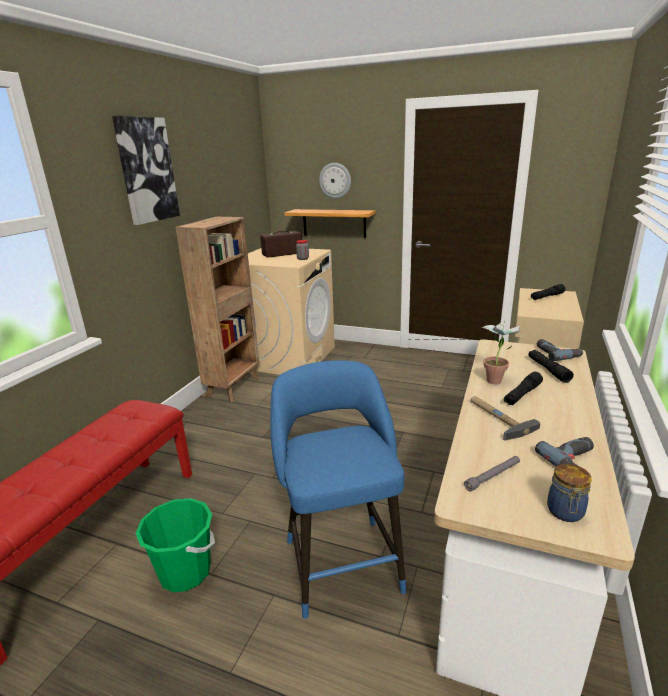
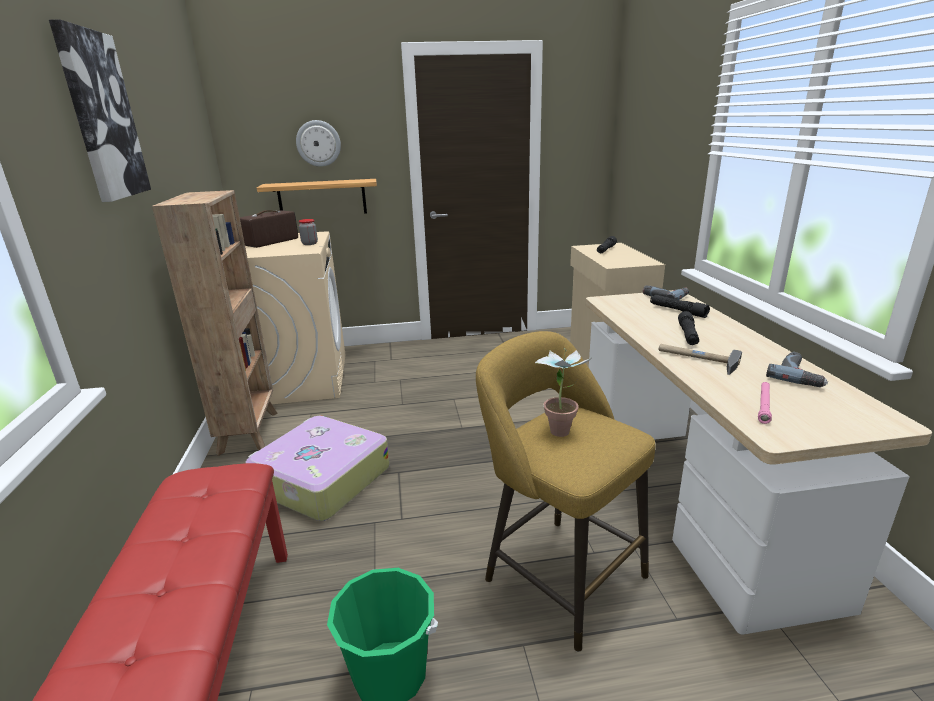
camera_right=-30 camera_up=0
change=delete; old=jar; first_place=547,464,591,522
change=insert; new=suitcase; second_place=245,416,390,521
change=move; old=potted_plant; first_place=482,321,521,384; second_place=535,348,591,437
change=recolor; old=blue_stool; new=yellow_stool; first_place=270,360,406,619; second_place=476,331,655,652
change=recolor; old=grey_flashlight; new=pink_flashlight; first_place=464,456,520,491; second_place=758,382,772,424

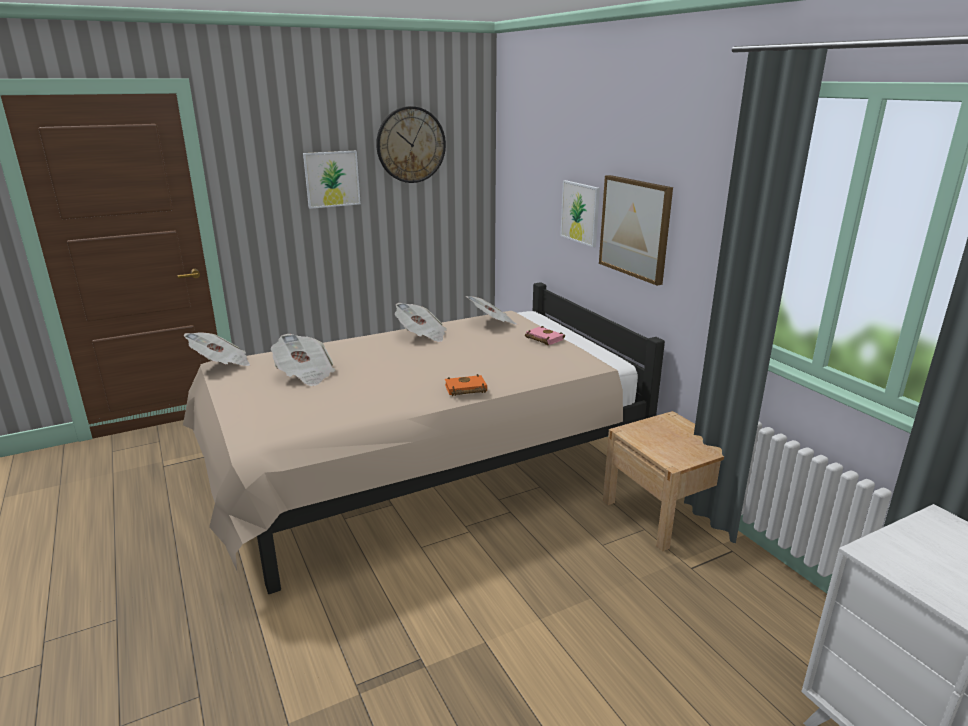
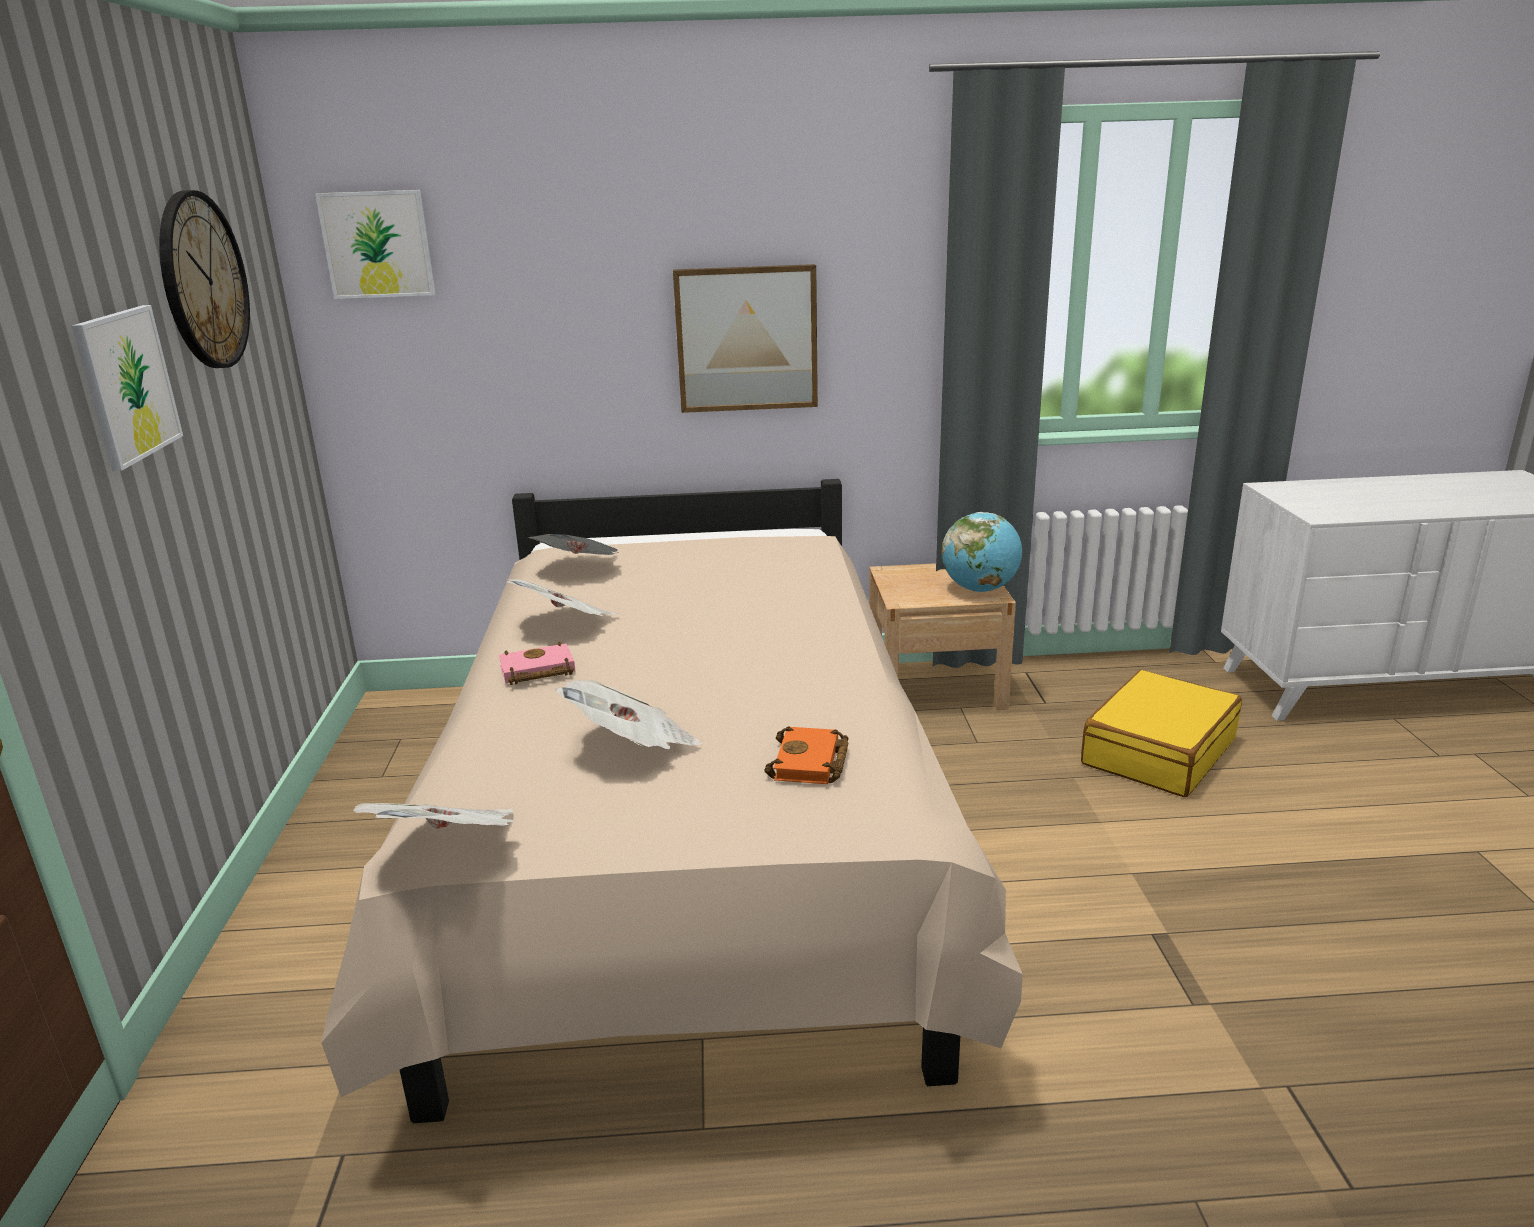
camera_right=-65 camera_up=0
change=insert; new=globe; second_place=941,512,1022,592
change=insert; new=yellow_suitcase; second_place=1081,670,1242,797
change=move; old=orange_book; first_place=445,374,487,396; second_place=764,726,849,784
change=move; old=pink_book; first_place=525,326,565,345; second_place=499,642,575,685
change=move; old=picture; first_place=560,180,600,247; second_place=315,190,435,299

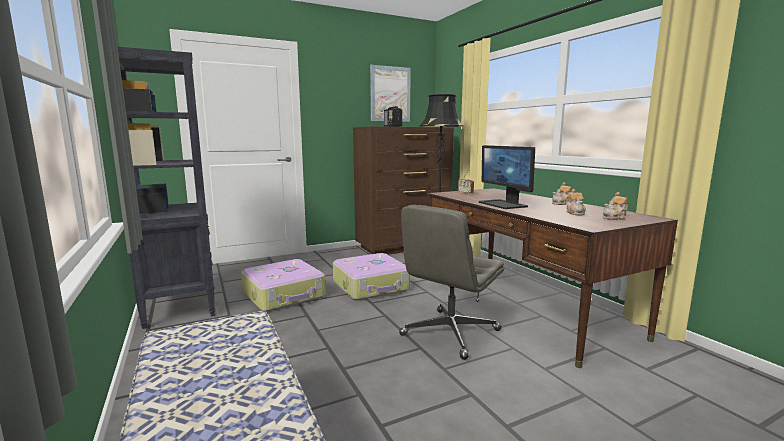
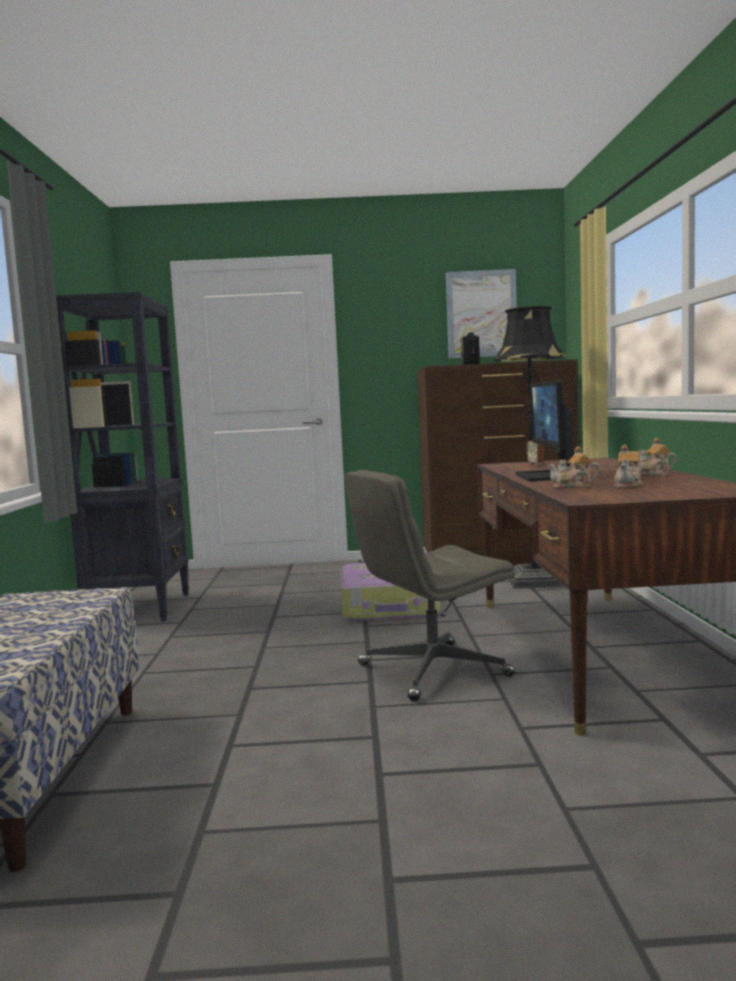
camera_right=25 camera_up=-5
change=delete; old=suitcase; first_place=241,259,326,311
change=move; old=teapot; first_place=602,192,629,220; second_place=547,446,600,488

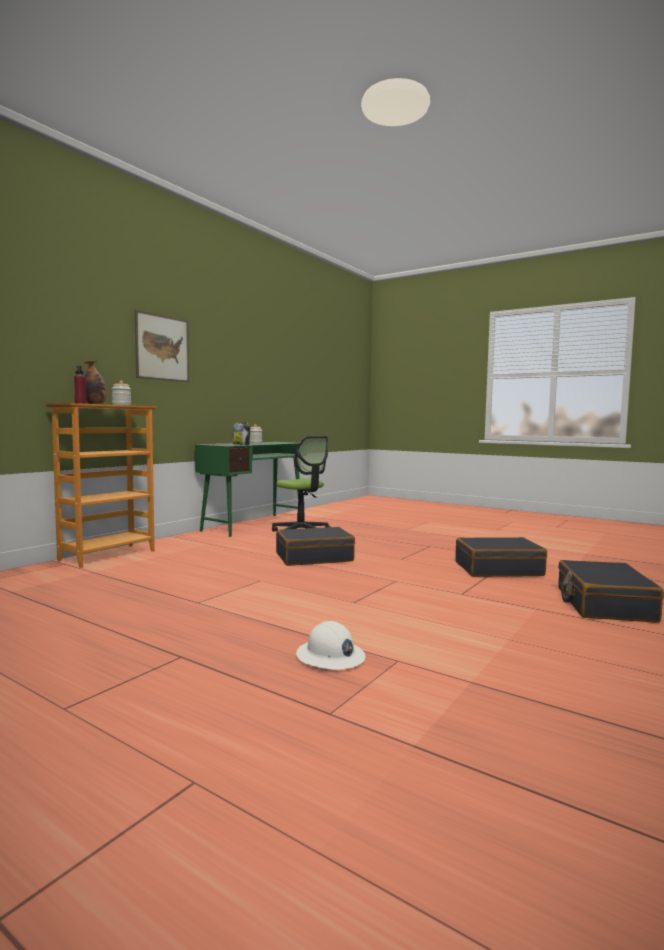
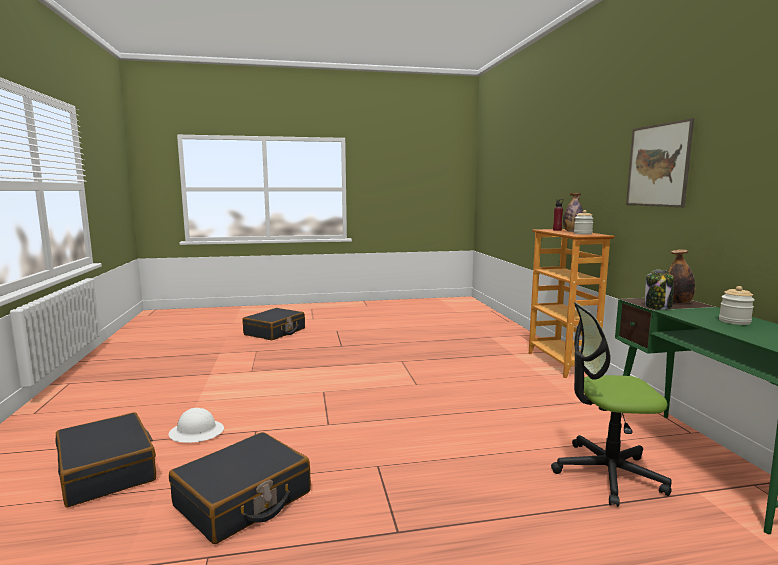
camera_right=135 camera_up=5
change=insert; new=bottle; second_place=668,249,695,304
change=move; old=black_suitcase; first_place=276,527,355,566; second_place=242,308,305,340
change=move; old=white_hard_hat; first_place=296,621,366,670; second_place=169,408,224,443

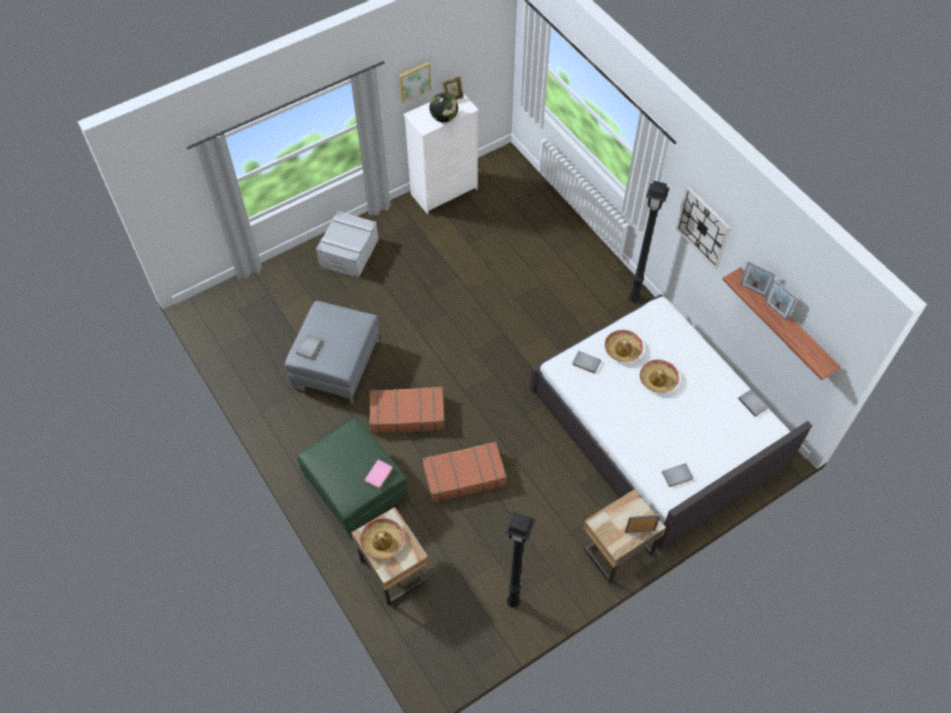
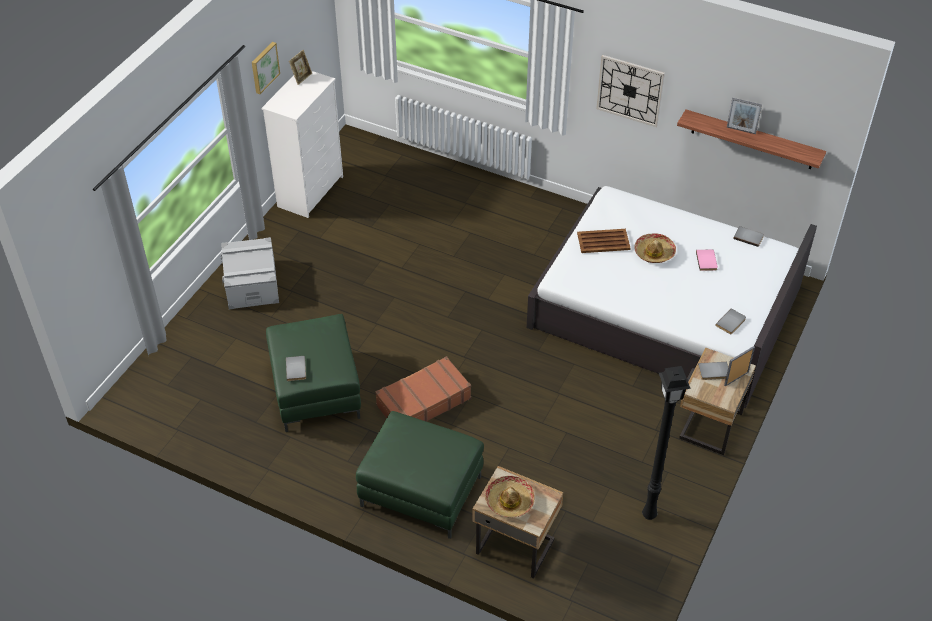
camera_right=-30 camera_up=-10
change=delete; old=brown_suitcase; first_place=422,441,507,503
change=delete; old=globe; first_place=429,93,458,123
change=delete; old=black_floor_lamp; first_place=629,181,669,303
change=delete; old=picture_frame; first_place=740,262,775,297
change=move; old=pink_book; first_place=364,460,393,489; second_place=696,250,718,271
change=move; old=grey_book; first_place=572,351,601,373; second_place=698,362,728,380
change=replace; old=hat; new=brown_tray; first_place=605,330,643,362; second_place=577,229,631,253
change=recolor; old=grey_ottoman; new=green_ottoman; first_place=285,301,380,405; second_place=266,314,361,432

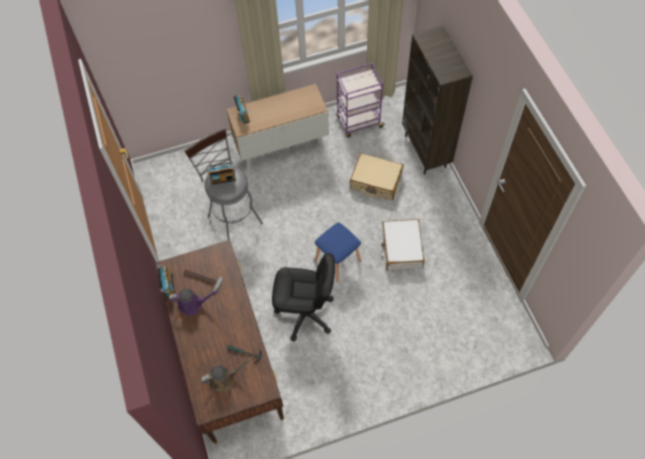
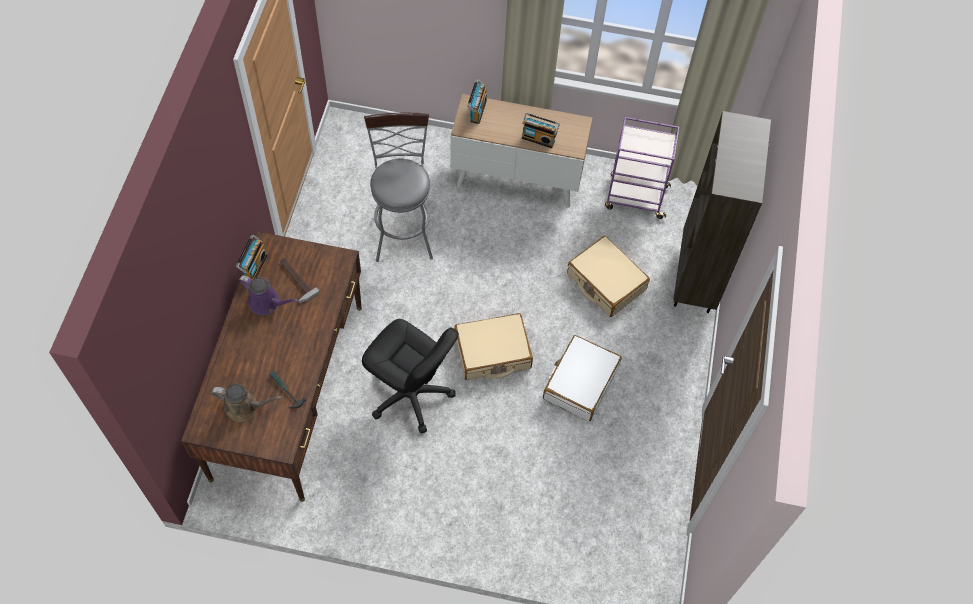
camera_right=25 camera_up=0
change=move; old=radio; first_place=207,162,236,184; second_place=522,113,560,148
change=replace; old=blue_stool; new=beige_suitcase; first_place=315,222,361,282; second_place=454,313,533,380

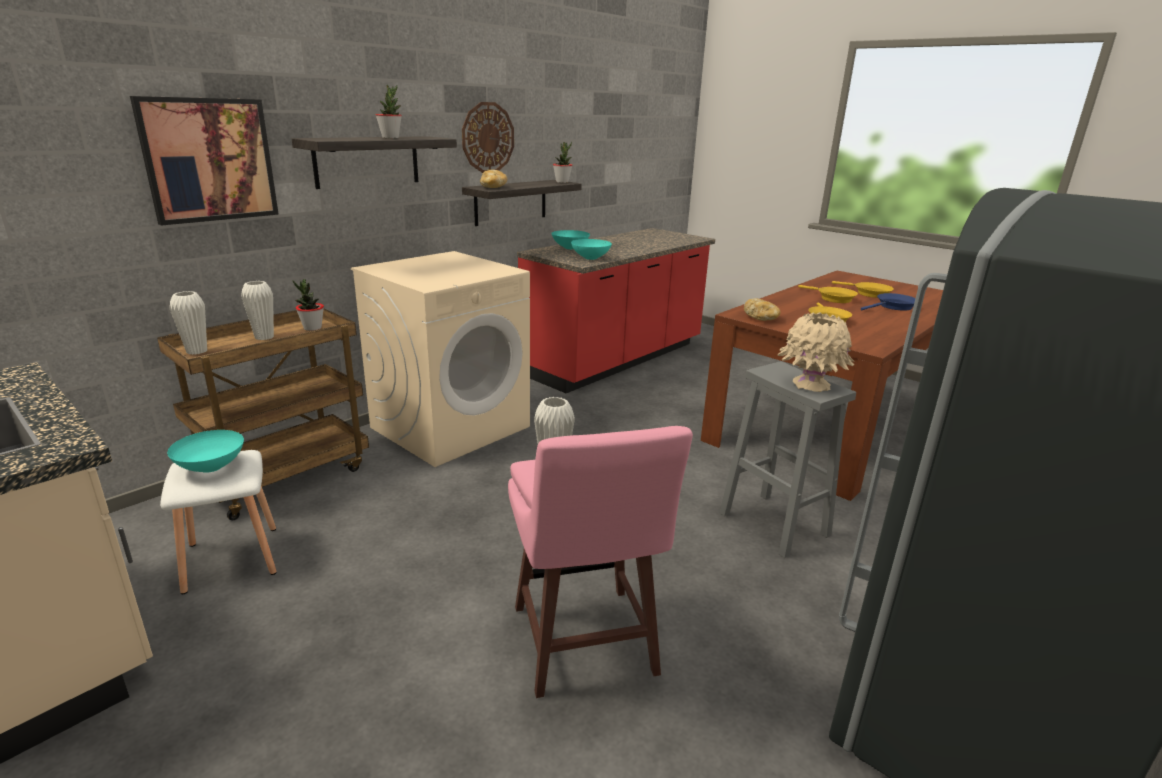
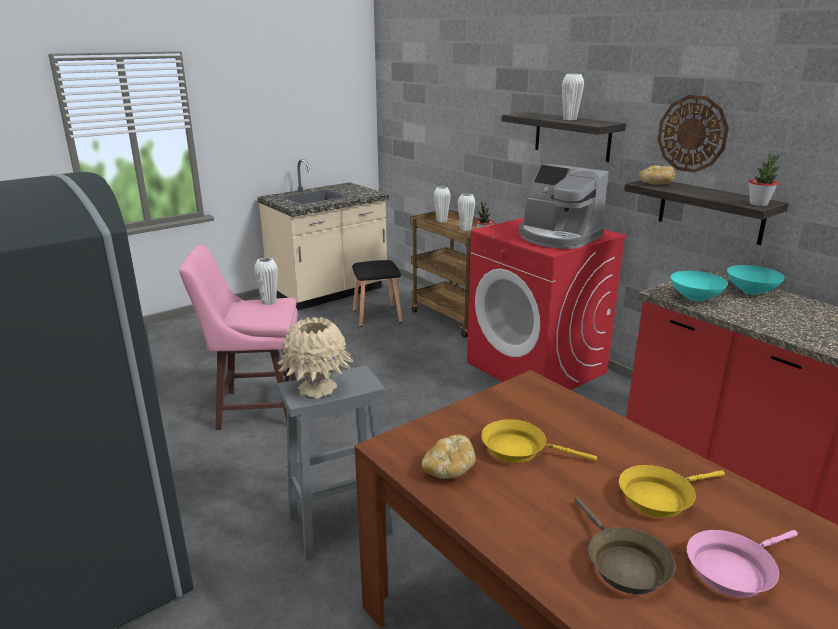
camera_right=100 camera_up=0
change=delete; old=picture; first_place=130,96,279,226
change=delete; old=turquoise_bowl; first_place=167,430,244,473
change=insert; new=coffee_machine; second_place=519,164,608,249
change=move; old=bread; first_place=744,299,781,321; second_place=422,434,476,479
change=replace; old=potted_plant; new=white_vase; first_place=376,85,402,138; second_place=562,74,584,120
change=recolor; old=white_stool; new=black_stool; first_place=160,450,277,594; second_place=352,260,402,327
change=recolor; old=beige_washing_machine; new=red_washing_machine; first_place=351,251,530,467; second_place=467,218,627,390
change=recolor; old=yellow_frying_pan; new=pink_frying_pan; first_place=832,281,894,298; second_place=687,530,798,598
change=recolor; old=blue_frying_pan; new=brown_frying_pan; first_place=861,293,916,311; second_place=574,497,675,594

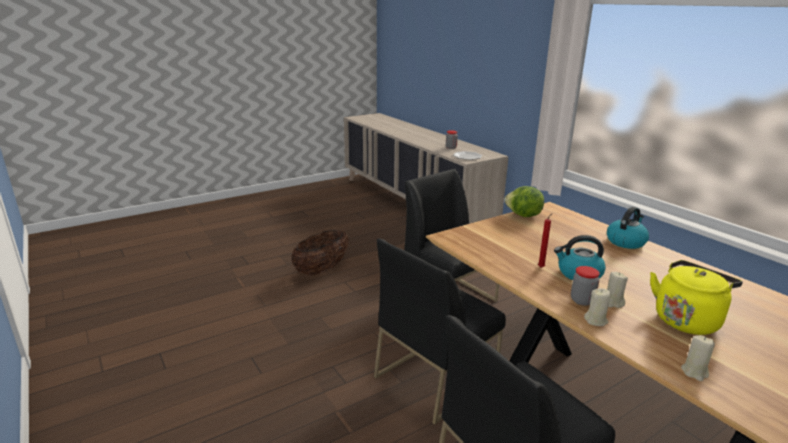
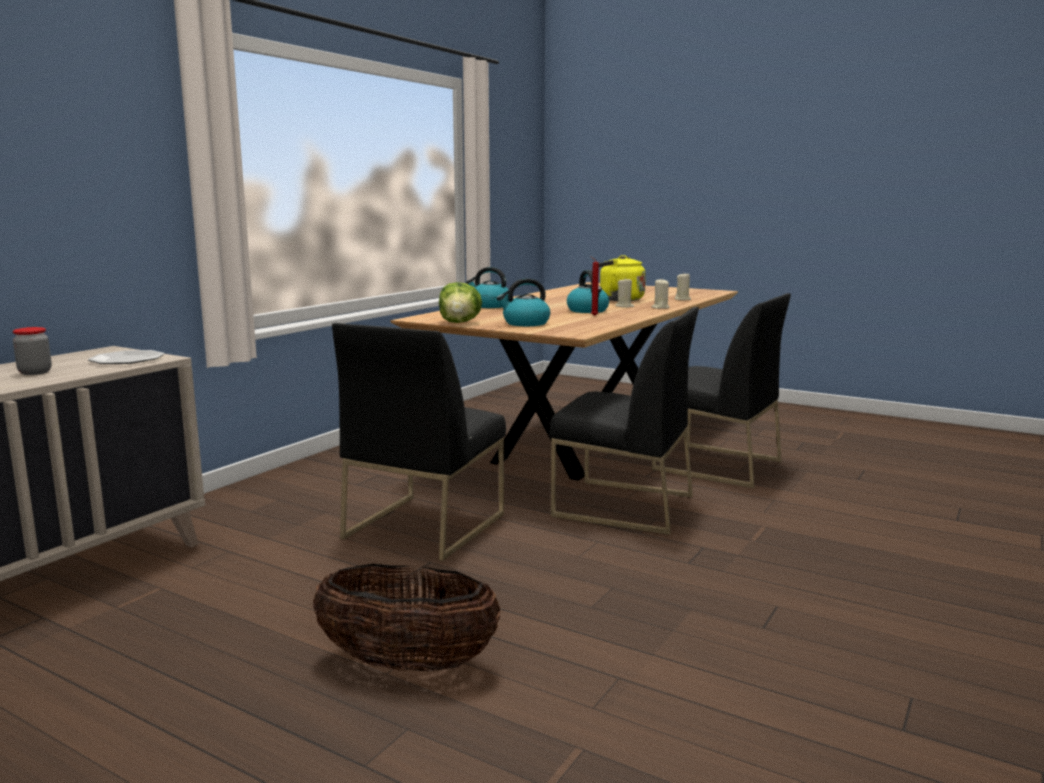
camera_right=-115 camera_up=-10
change=delete; old=jar; first_place=571,266,600,306
change=insert; new=kettle; second_place=497,278,550,326

